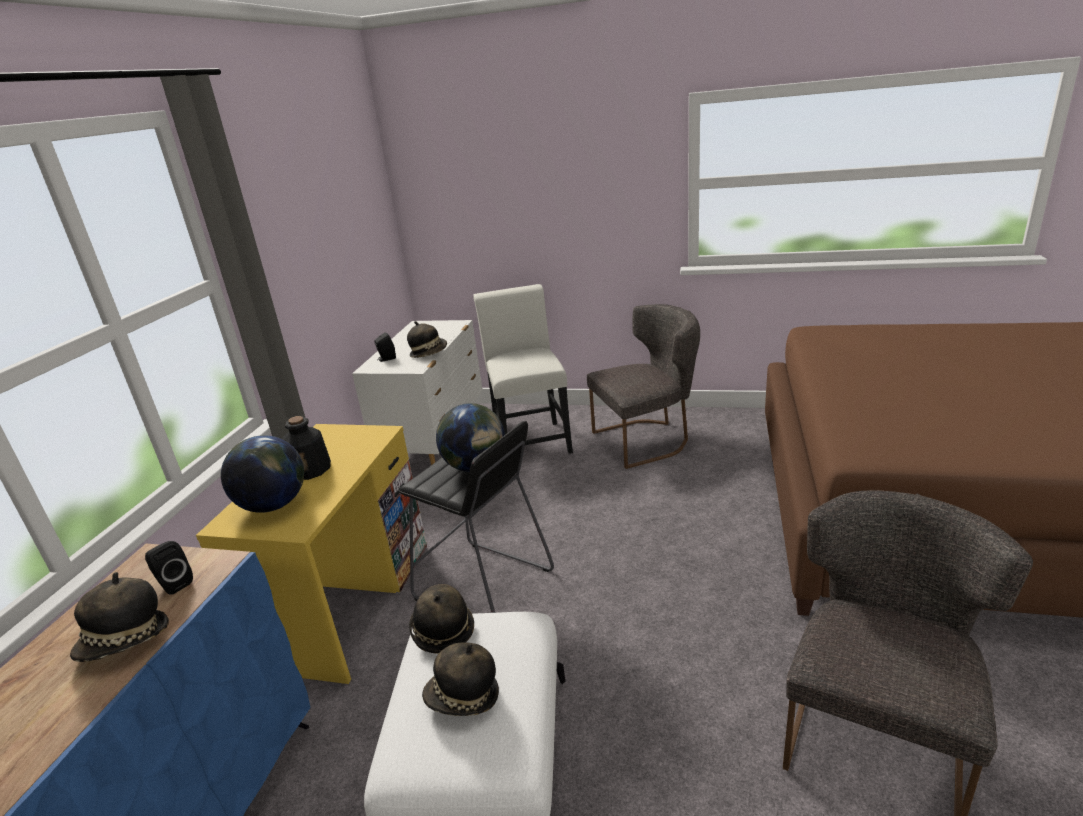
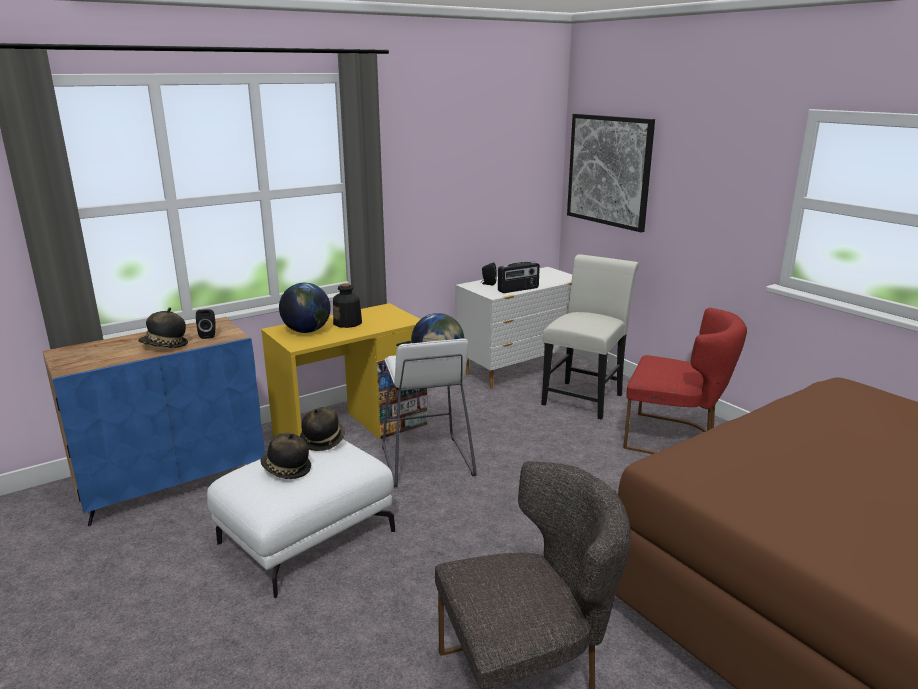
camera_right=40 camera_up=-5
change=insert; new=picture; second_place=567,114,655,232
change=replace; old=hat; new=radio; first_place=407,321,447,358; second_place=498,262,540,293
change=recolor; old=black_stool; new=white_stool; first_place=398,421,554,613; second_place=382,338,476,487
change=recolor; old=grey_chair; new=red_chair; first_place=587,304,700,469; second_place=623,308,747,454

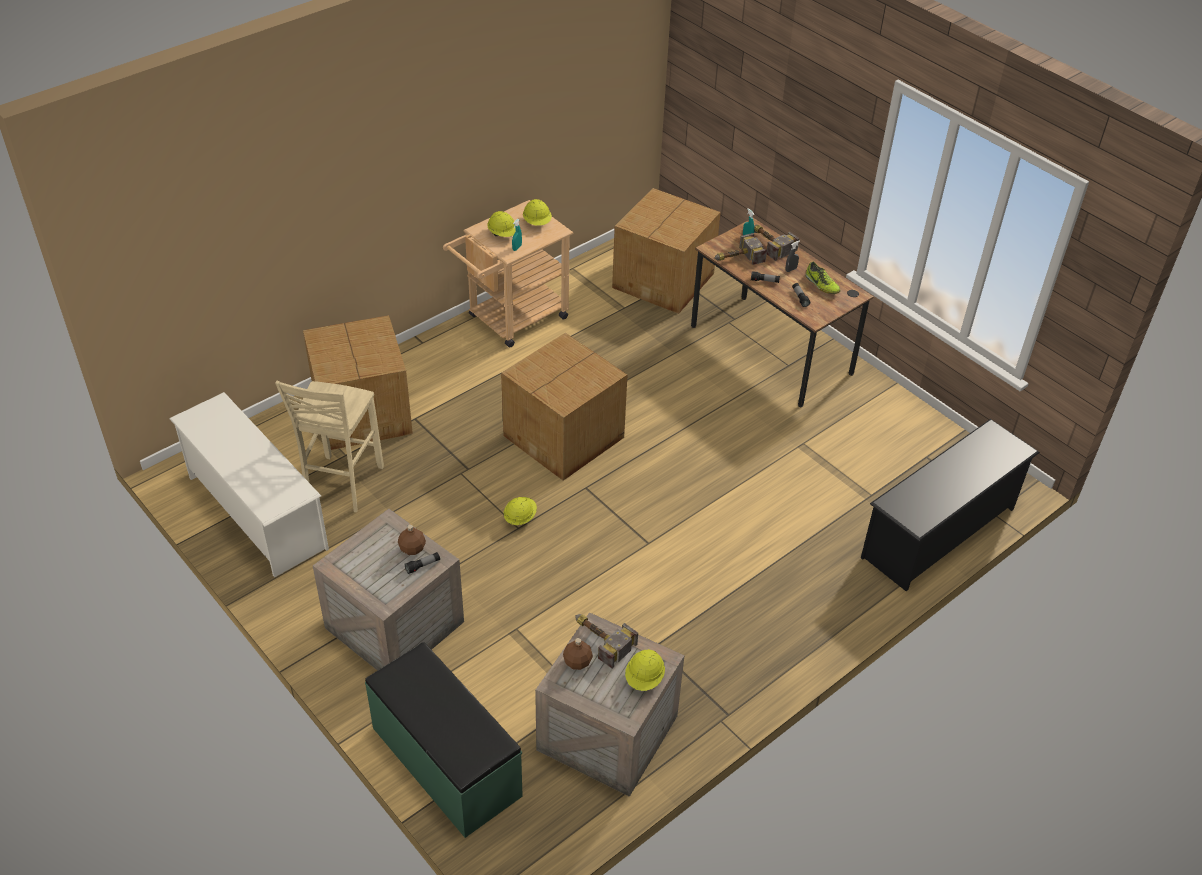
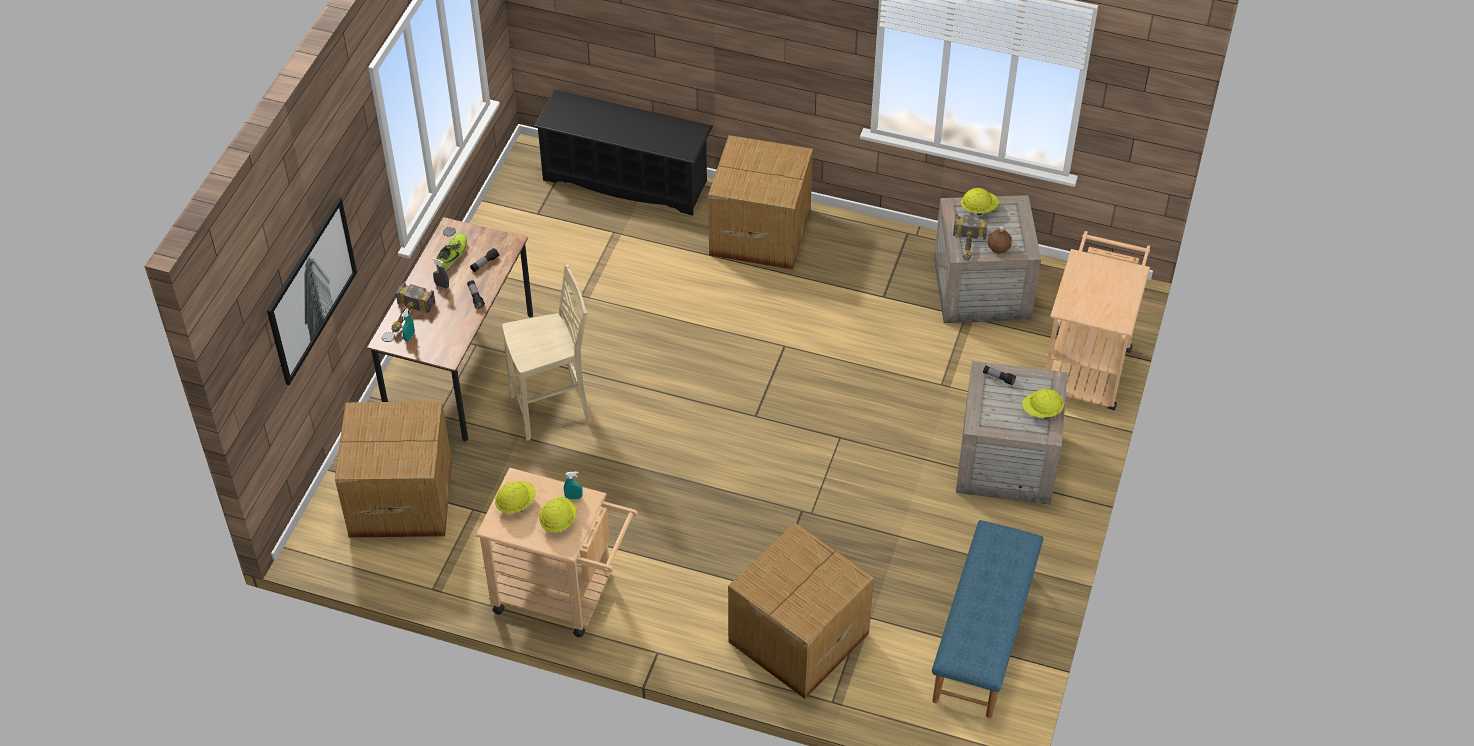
camera_right=-120 camera_up=5
change=delete; old=brown_bottle; first_place=398,524,426,555
change=delete; old=hammer; first_place=714,233,767,265
change=insert; new=picture; second_place=267,197,357,385
change=move; old=beige_stool; first_place=275,381,384,512; second_place=502,264,591,441
change=move; old=cardboard_box; first_place=501,333,627,481; second_place=708,135,813,270
change=move; old=yellow_hard_hat; first_place=503,497,537,525; second_place=1022,388,1064,419
change=replace; old=white_shoe_rack; new=blue_bench; first_place=169,392,329,577; second_place=932,520,1044,718
change=replace; old=green_bench; new=beige_cart; first_place=365,642,523,838; second_place=1045,231,1150,410

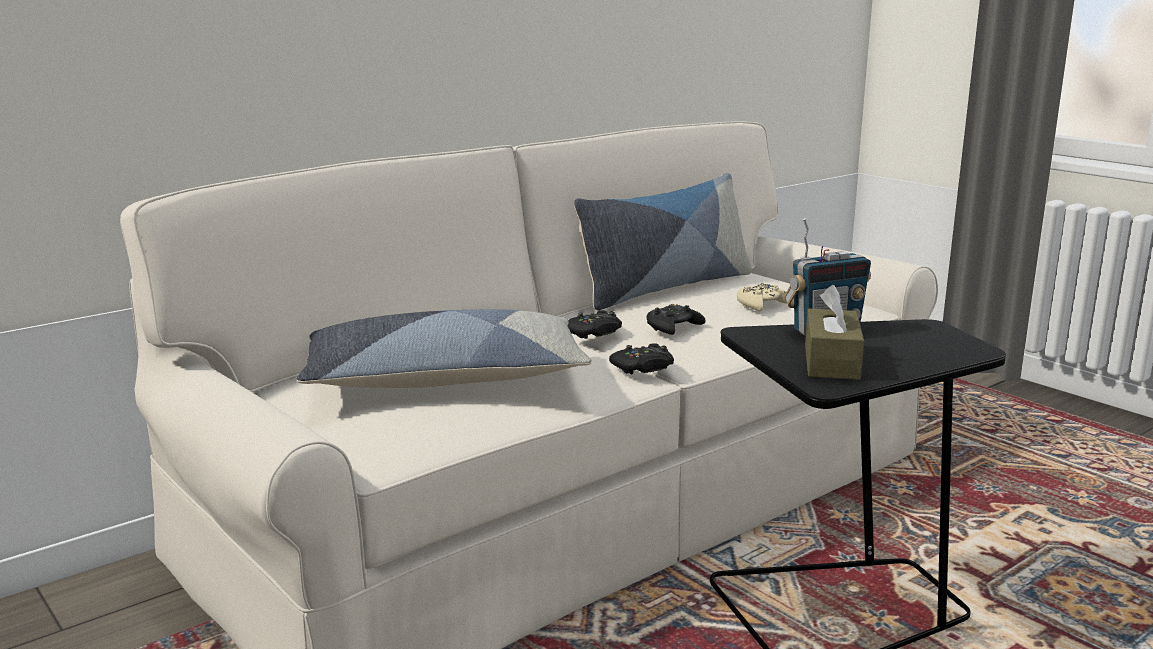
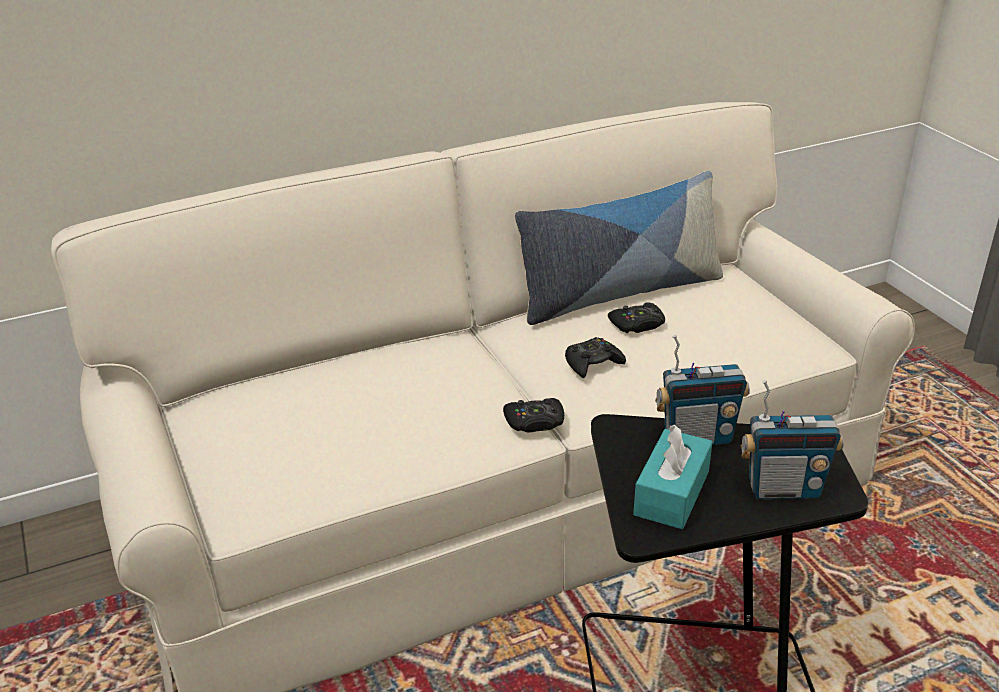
camera_right=15 camera_up=15
change=delete; old=pillow; first_place=297,309,592,388
change=delete; old=beige_game_controller; first_place=737,283,788,311
change=insert; new=radio; second_place=741,380,844,499
change=move; old=black_game_controller; first_place=568,310,622,339; second_place=608,302,665,333
change=recolor; old=brown_tissue_box; new=turquoise_tissue_box; first_place=805,285,864,380; second_place=633,425,713,529

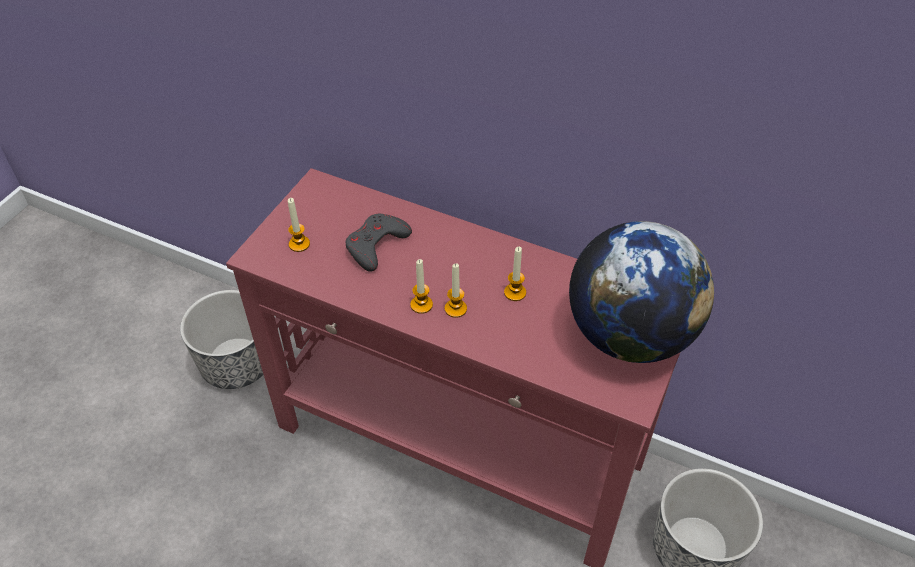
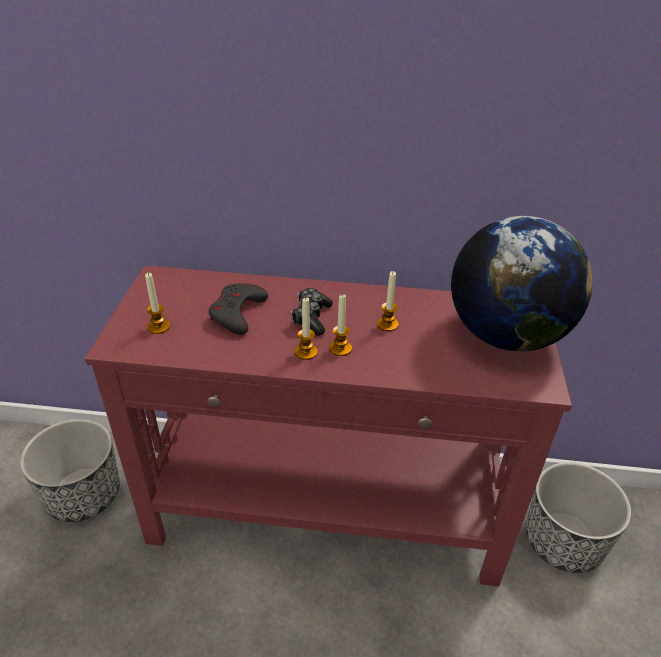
camera_right=-20 camera_up=-10
change=insert; new=game_controller; second_place=291,288,333,335

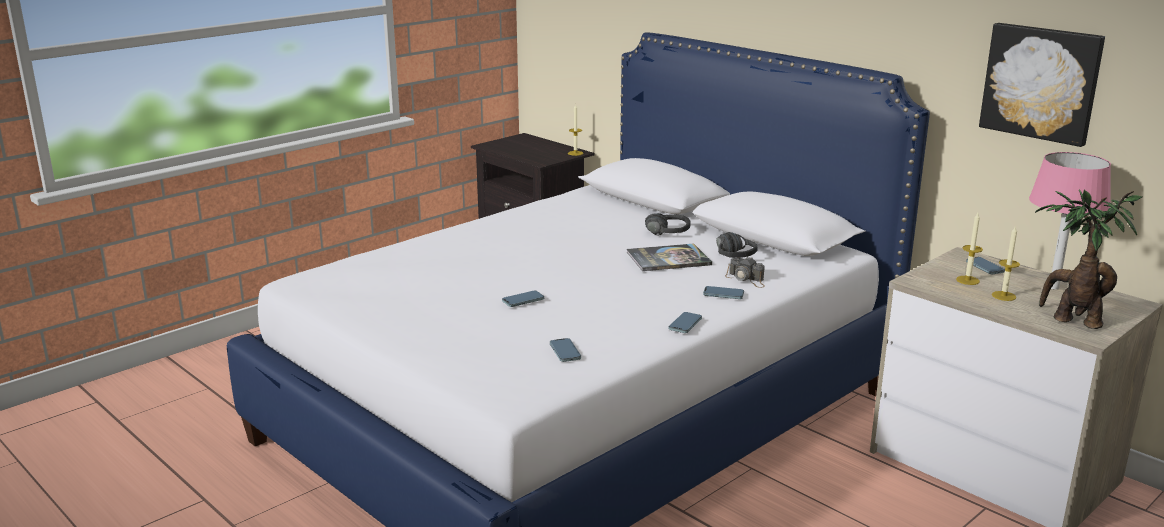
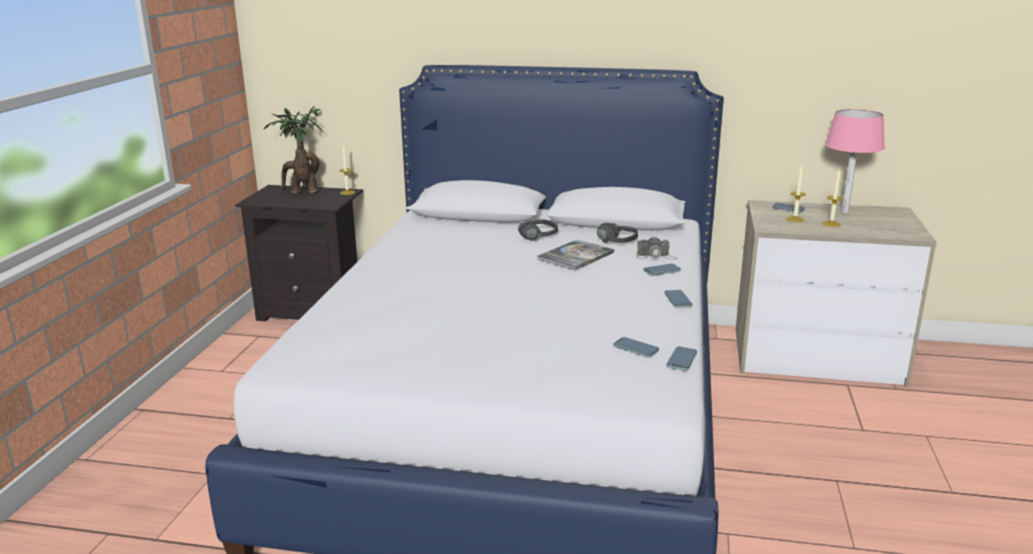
camera_right=-35 camera_up=0
change=delete; old=picture; first_place=979,23,1105,147
change=move; old=phone; first_place=502,290,544,307; second_place=667,346,697,370
change=move; old=potted_plant; first_place=1035,189,1142,329; second_place=264,106,323,193

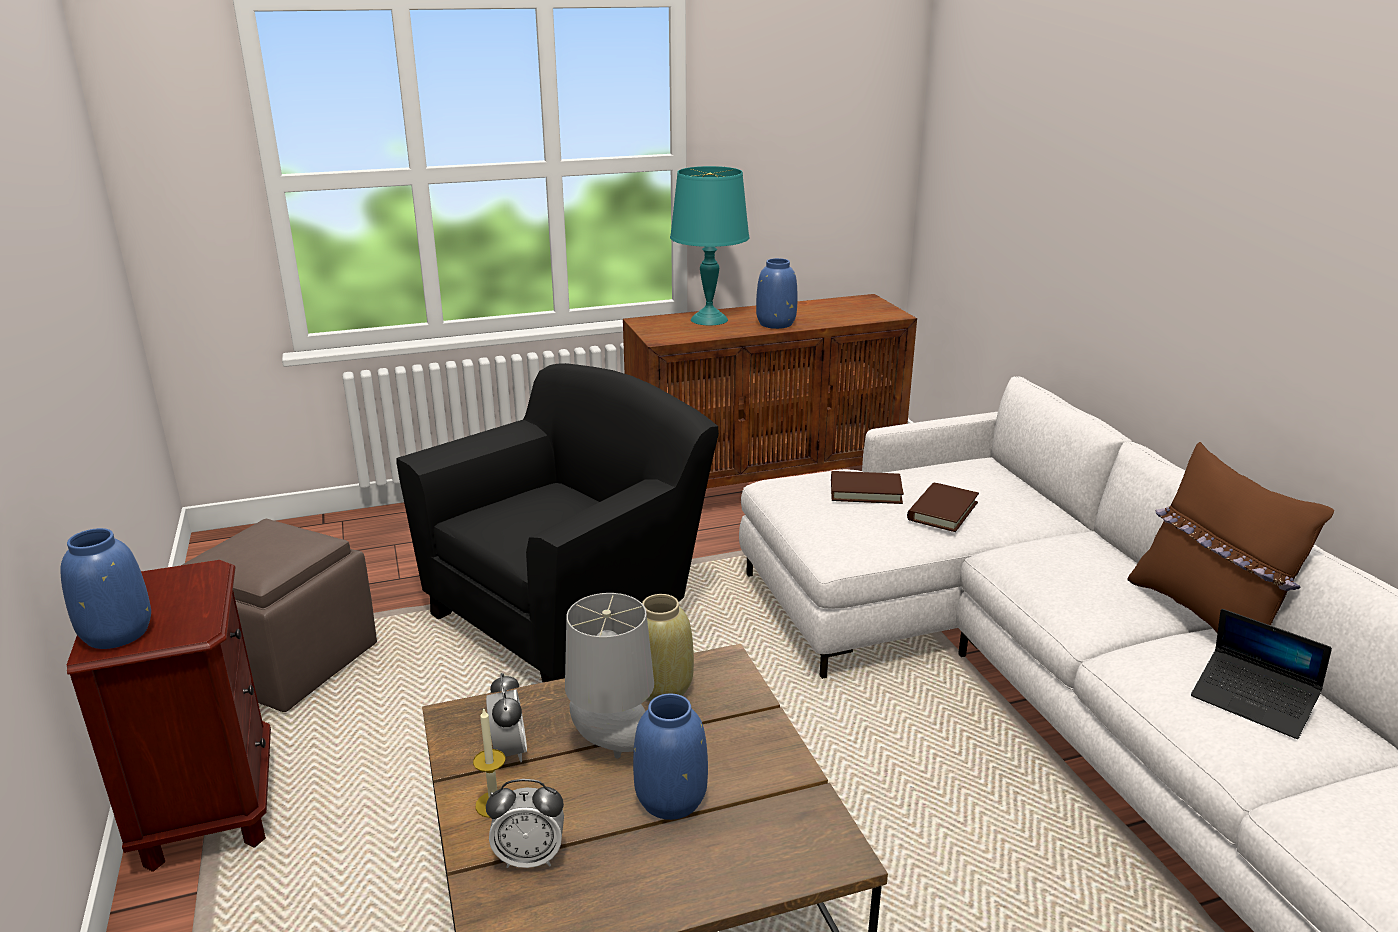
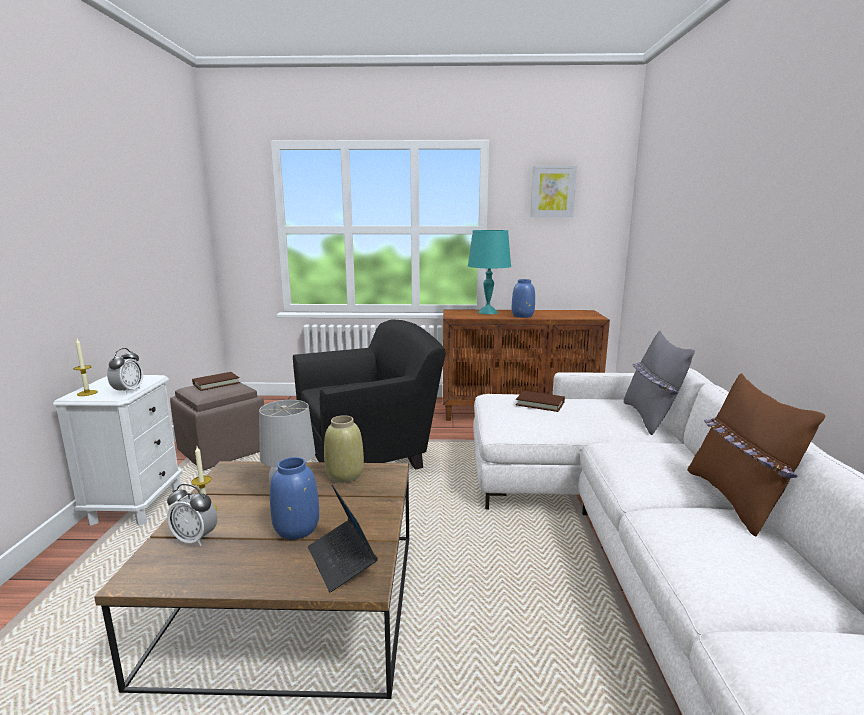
camera_right=20 camera_up=-10
change=insert; new=picture; second_place=530,166,577,217
change=insert; new=grey_pillow; second_place=624,331,695,435
change=move; old=alarm_clock; first_place=486,673,527,762; second_place=107,348,143,395
change=move; old=brown_book; first_place=907,482,979,532; second_place=192,372,240,391
change=move; old=laptop; first_place=1191,609,1332,739; second_place=308,484,378,592
change=replace; old=blue_vase; new=candle; first_place=60,528,151,649; second_place=74,339,98,396
change=recolor; old=brown_nightstand; new=white_nightstand; first_place=67,560,271,872; second_place=53,375,183,526

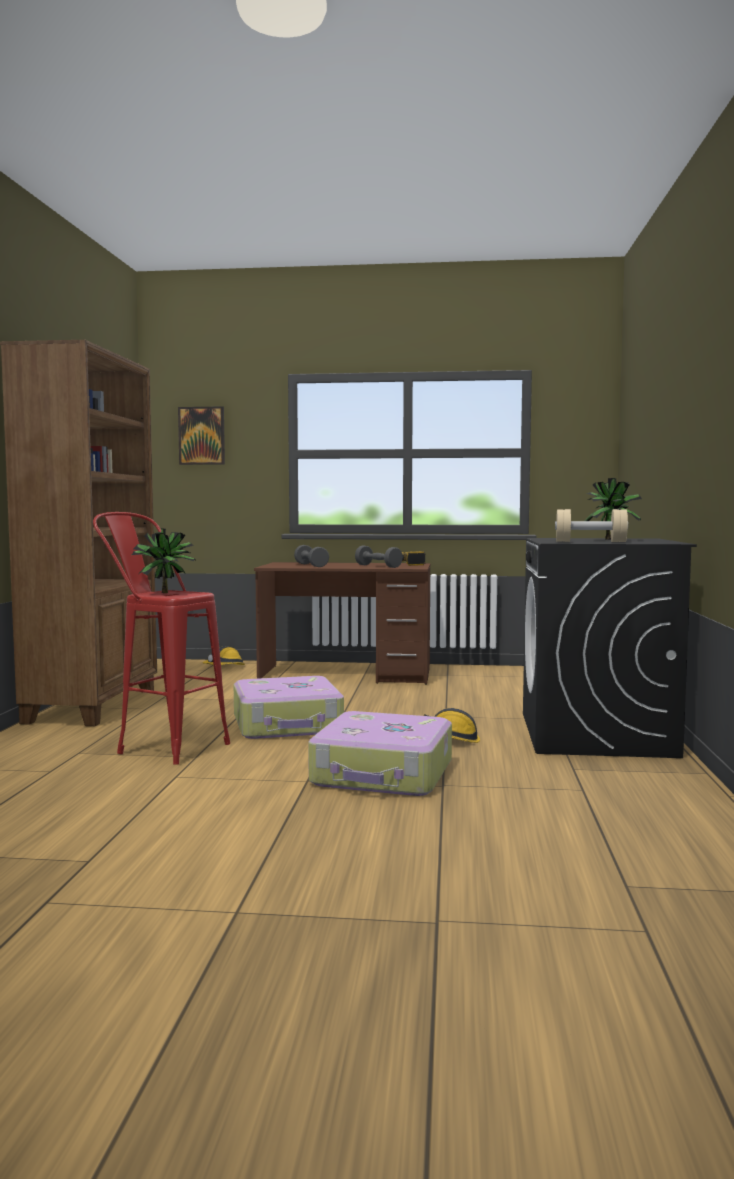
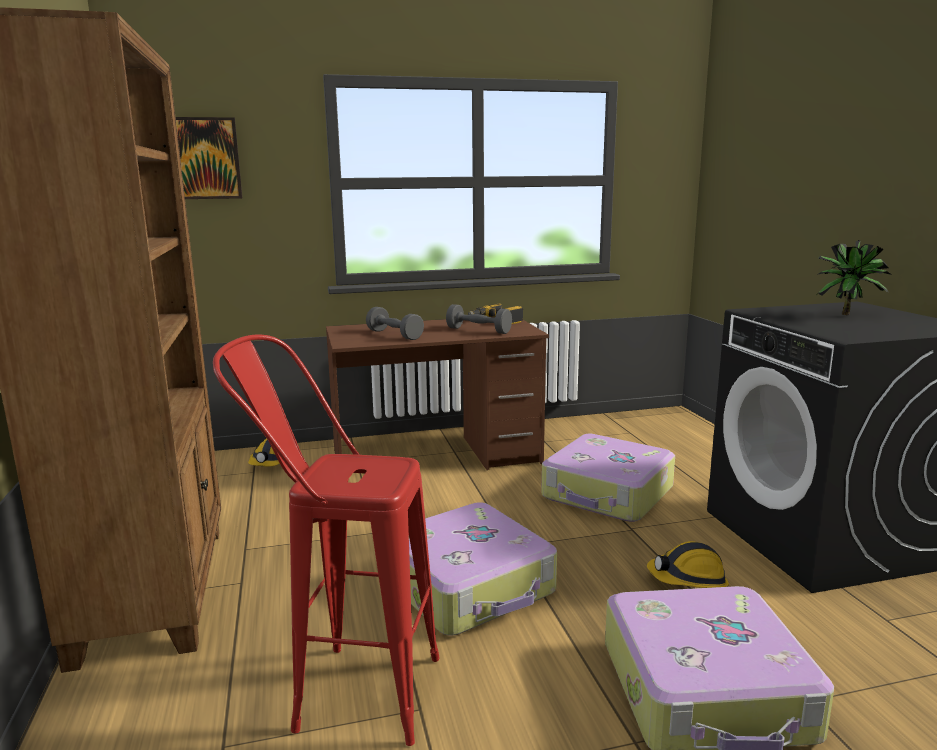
camera_right=-20 camera_up=10
change=delete; old=potted_plant; first_place=132,528,195,593
change=delete; old=beige_dumbbell; first_place=555,509,628,542
change=insert; new=suitcase; second_place=541,434,675,522

